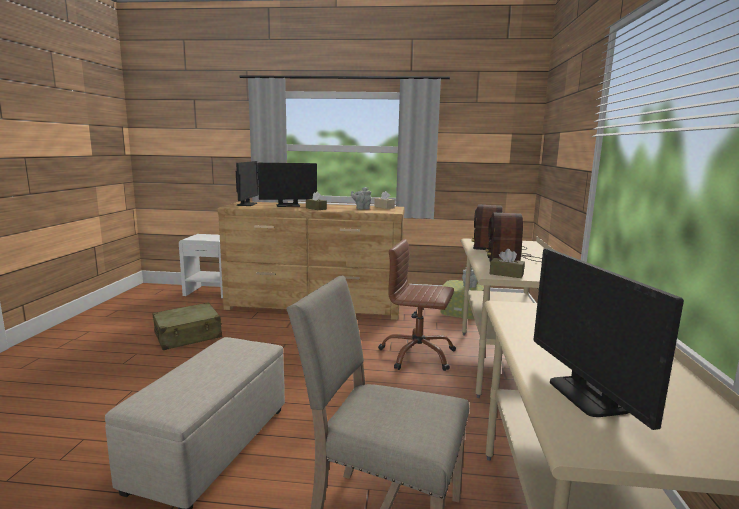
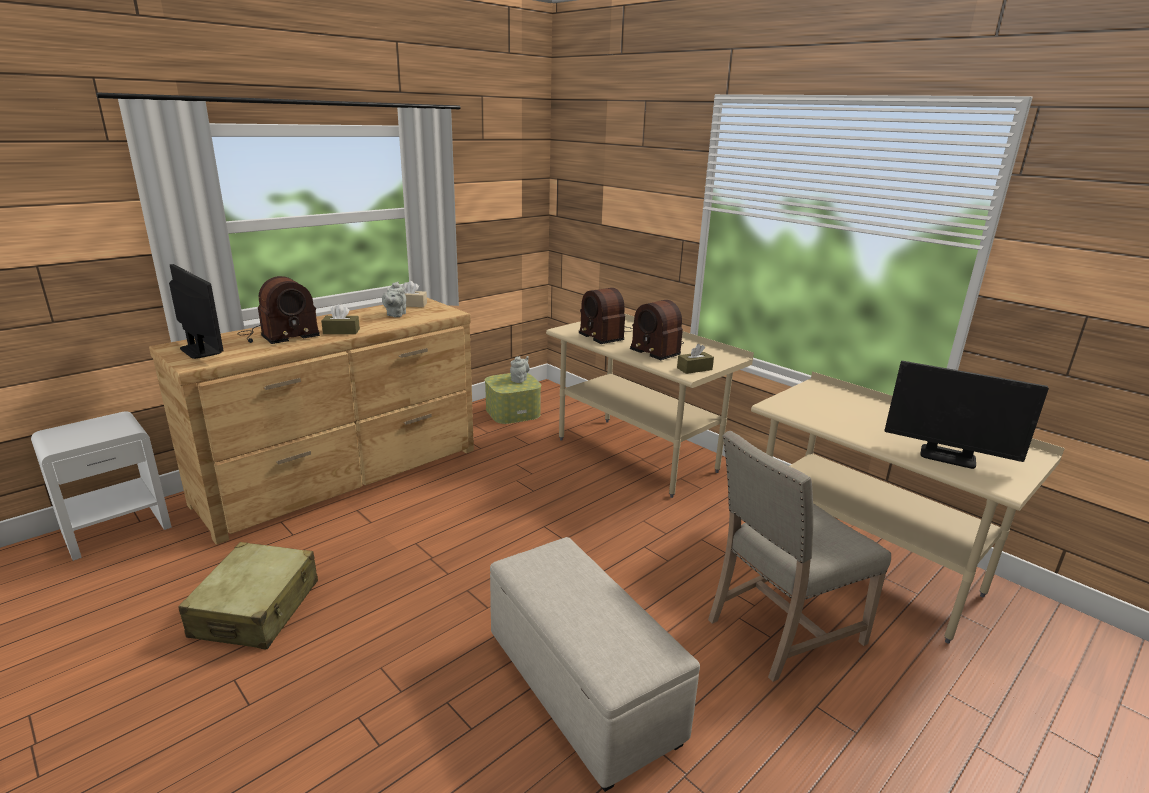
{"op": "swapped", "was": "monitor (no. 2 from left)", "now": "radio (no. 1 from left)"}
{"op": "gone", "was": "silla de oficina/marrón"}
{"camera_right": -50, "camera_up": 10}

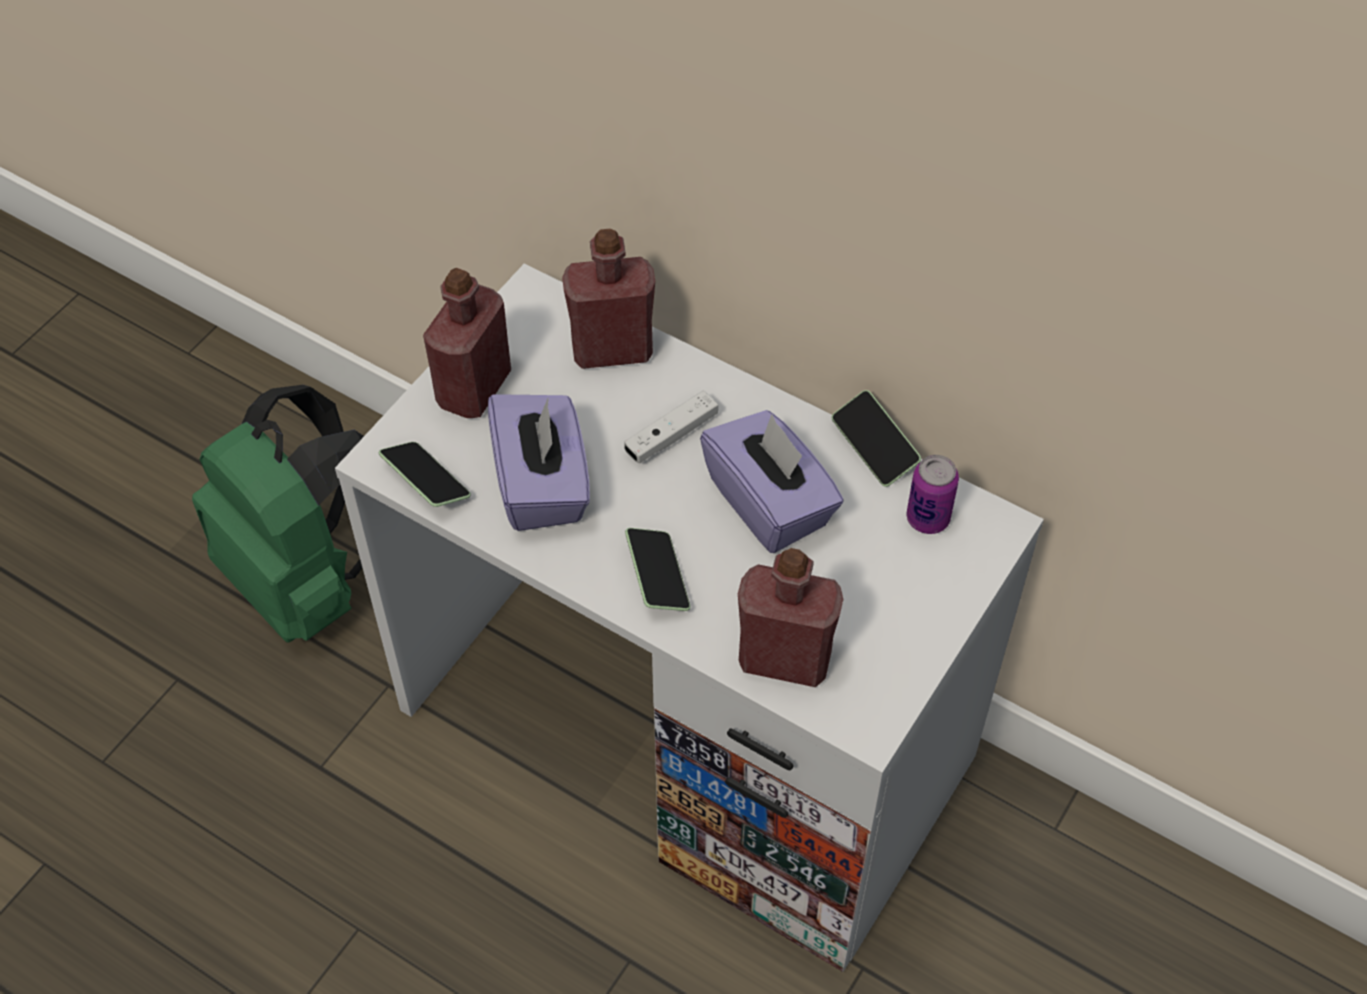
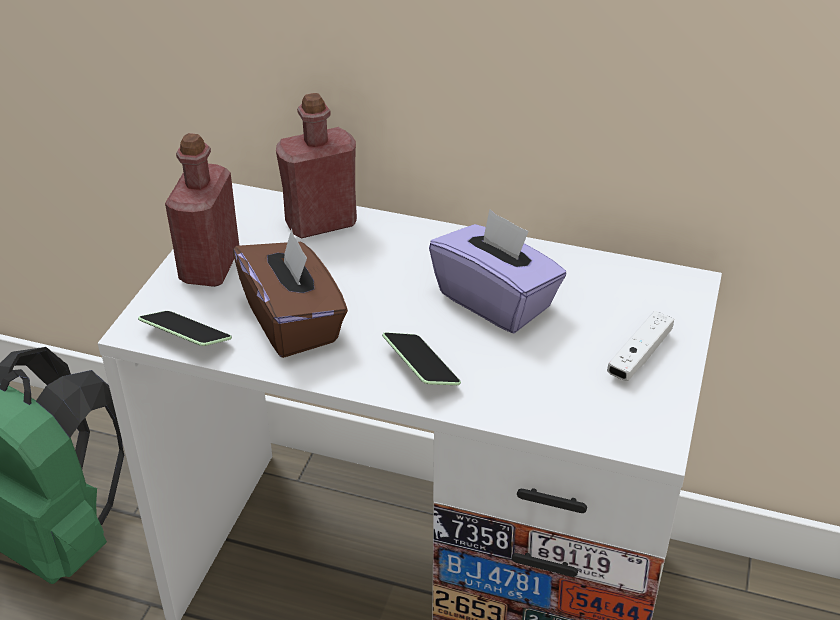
{"op": "repainted", "was": "caja de pañuelos/morado (no. 1 from left)", "now": "caja de pañuelos/marrón"}
{"op": "shifted", "was": "mando de consola/blanco"}
{"op": "gone", "was": "botella/rojo (no. 3 from left)"}
{"op": "gone", "was": "móvil (no. 3 from left)"}
{"op": "gone", "was": "lata"}
{"camera_right": -15, "camera_up": -15}

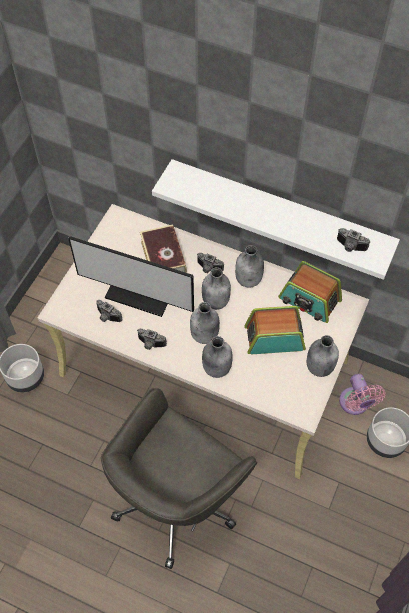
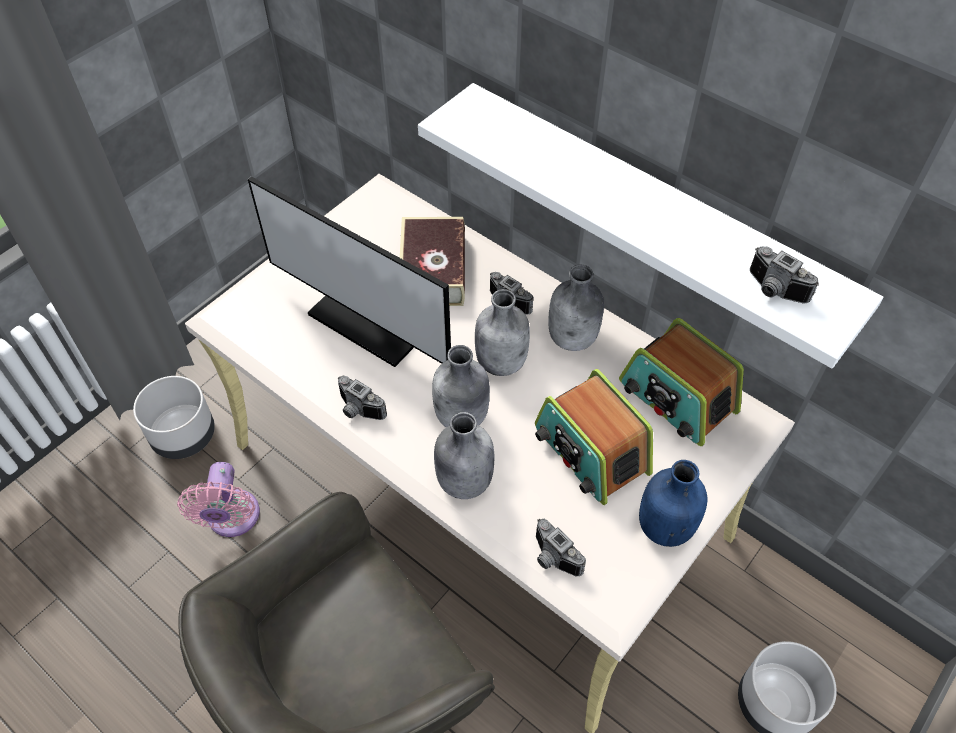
{"op": "shifted", "was": "cámara (no. 1 from left in the first image)", "now": "cámara (no. 3 from left)"}
{"op": "rotated", "was": "radio (no. 1 from left)", "clockwise": -135}
{"op": "repainted", "was": "botella/gris (no. 5 from left)", "now": "botella/azul"}
{"op": "shifted", "was": "ventilador/rosa"}
{"camera_right": 15, "camera_up": -5}

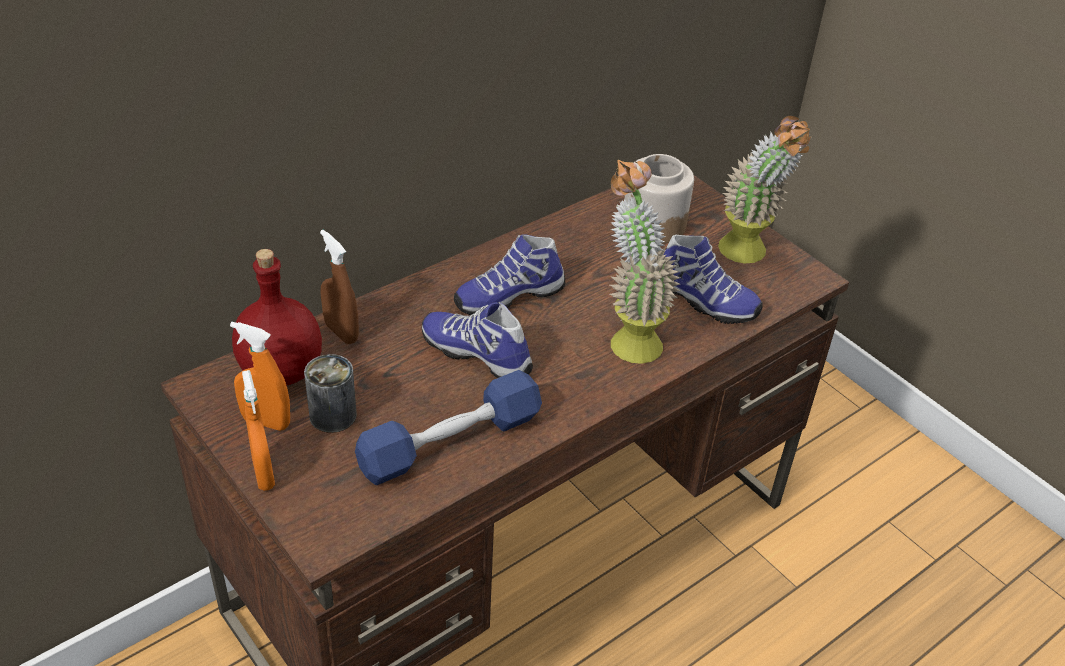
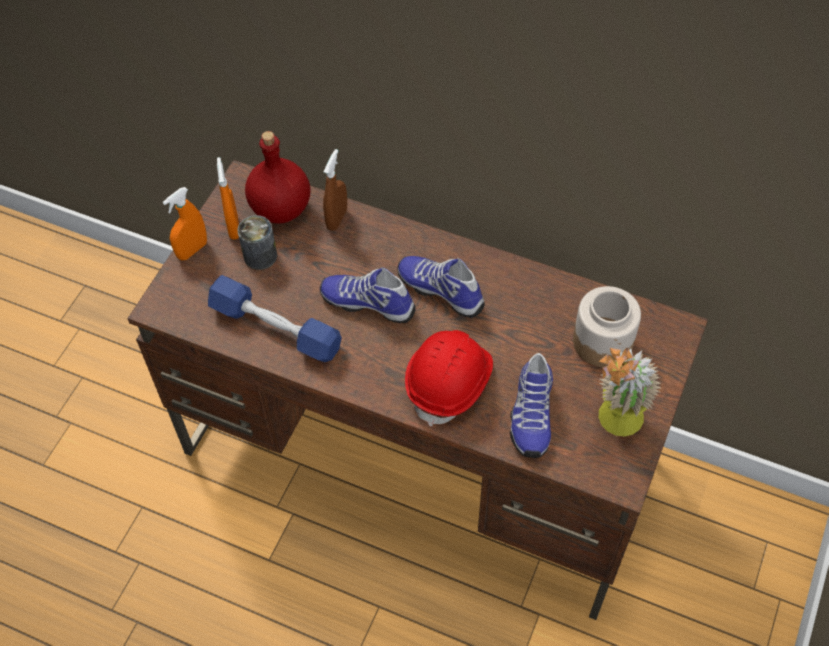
{"op": "rotated", "was": "zapato (no. 1 from left)", "clockwise": -75}
{"op": "swapped", "was": "planta en maceta (no. 1 from left)", "now": "casco/rojo"}
{"camera_right": 65, "camera_up": 15}

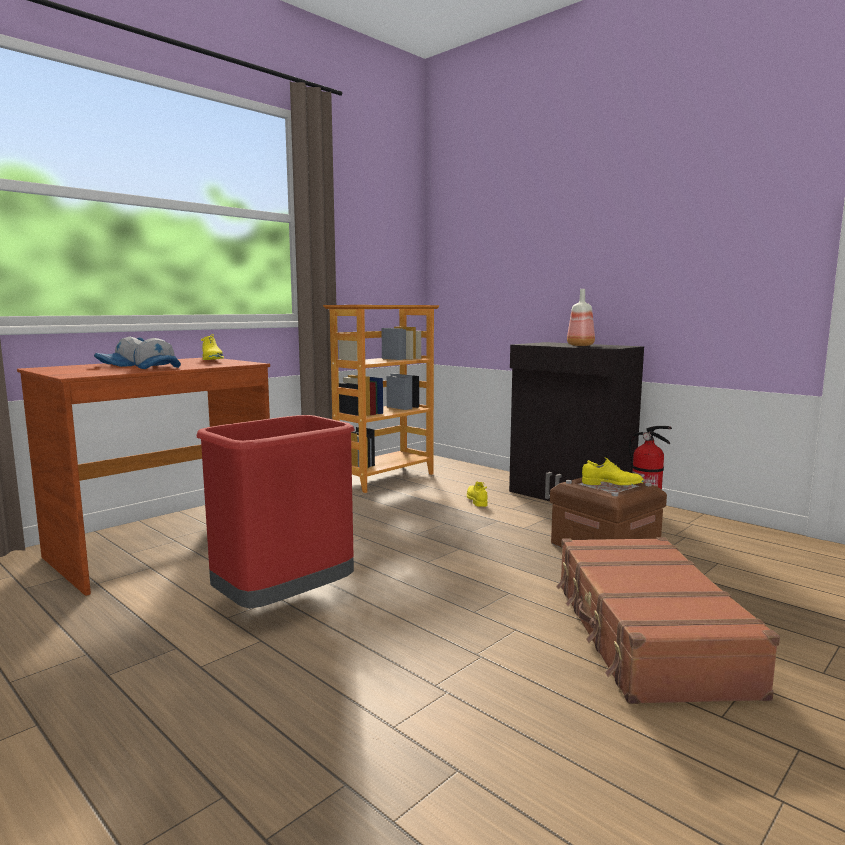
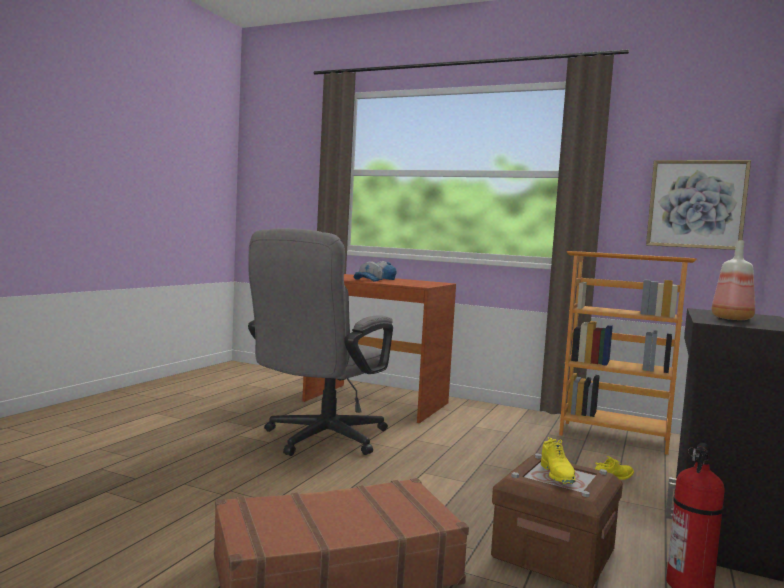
{"op": "swapped", "was": "papelera/rojo", "now": "silla de oficina/gris"}
{"op": "gone", "was": "zapato/amarillo (no. 1 from left)"}
{"op": "new", "now": "cuadro"}
{"camera_right": 70, "camera_up": -5}

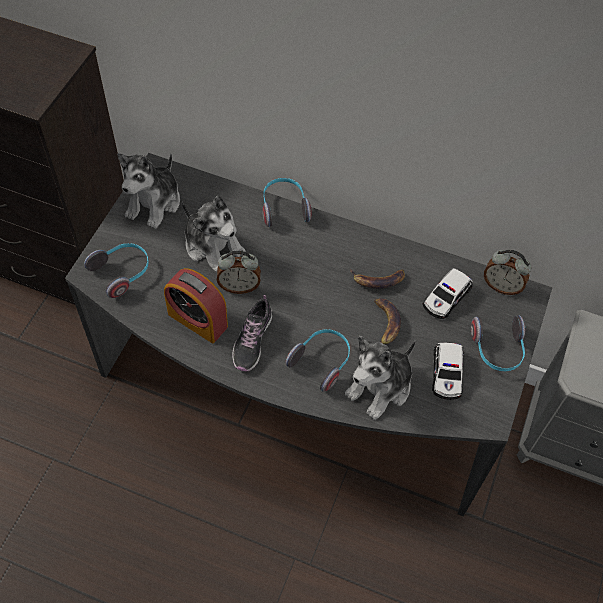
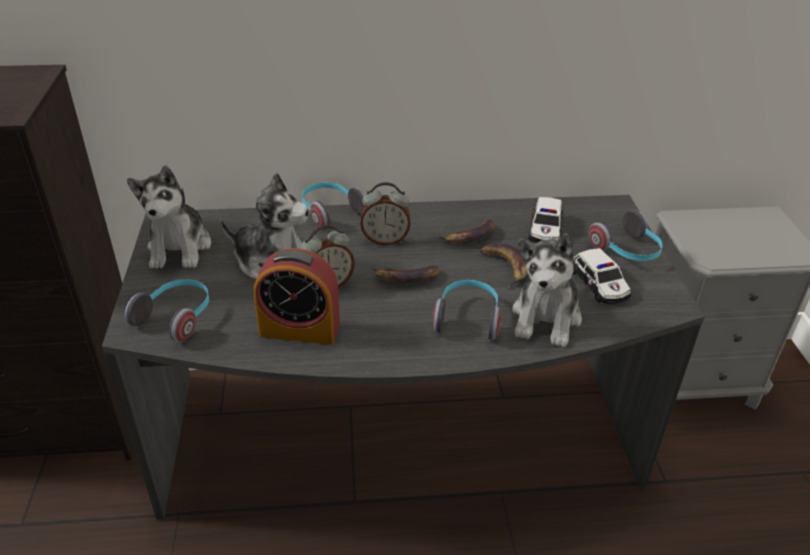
{"op": "gone", "was": "zapato"}
{"op": "shifted", "was": "despertador (no. 3 from left)"}
{"op": "new", "now": "plátano (no. 1 from left)"}
{"camera_right": -25, "camera_up": -20}

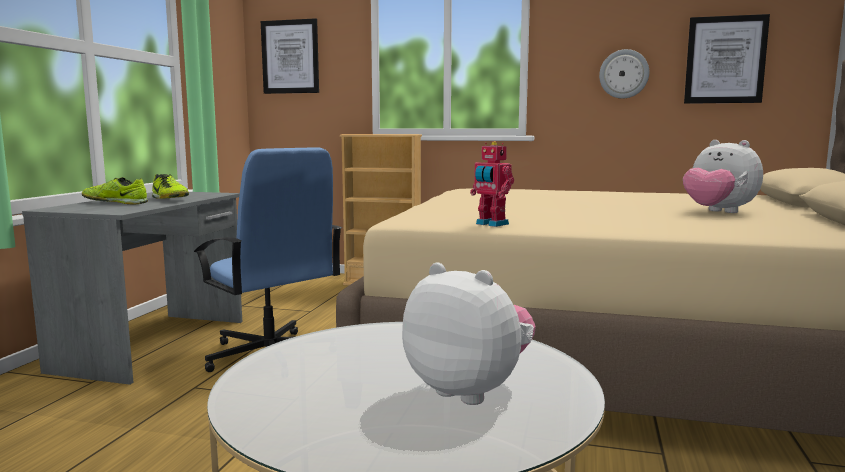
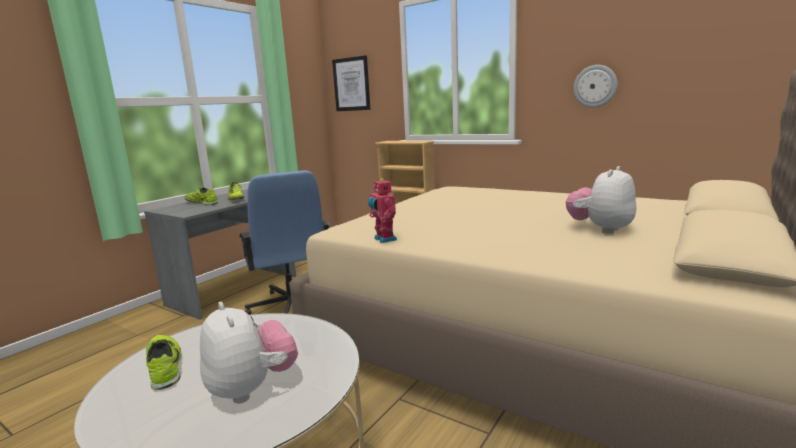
{"op": "rotated", "was": "peluche (no. 2 from left)", "clockwise": 60}
{"op": "gone", "was": "cuadro (no. 2 from left)"}
{"op": "new", "now": "zapato (no. 1 from left)"}
{"camera_right": 20, "camera_up": 5}

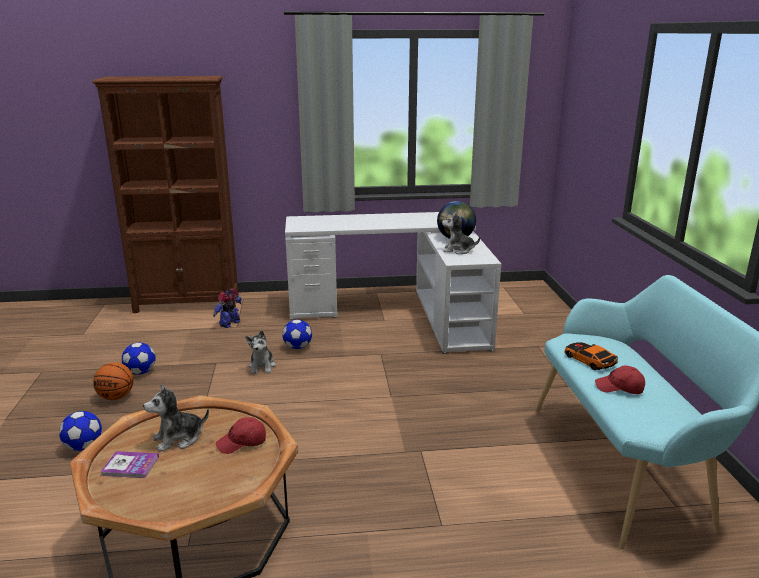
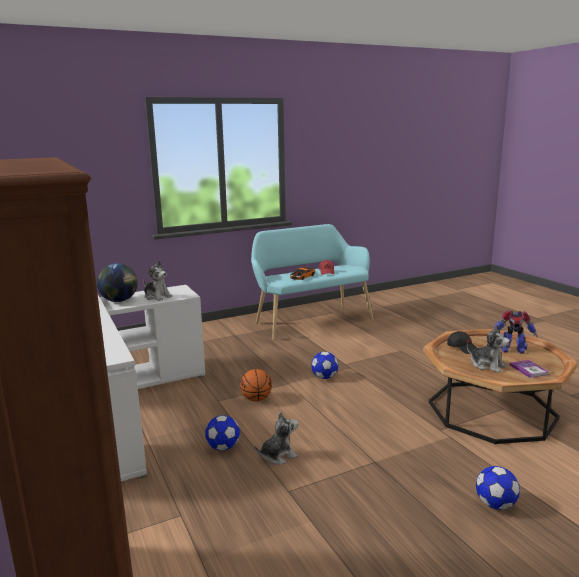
{"op": "shifted", "was": "balón de baloncesto"}
{"op": "shifted", "was": "balón de fútbol (no. 2 from left)"}
{"op": "shifted", "was": "robot de juguete"}
{"op": "repainted", "was": "gorra/rojo (no. 1 from left)", "now": "gorra/negro"}
{"op": "rotated", "was": "peluche (no. 3 from left in the first image)", "clockwise": -45}
{"camera_right": -110, "camera_up": -5}

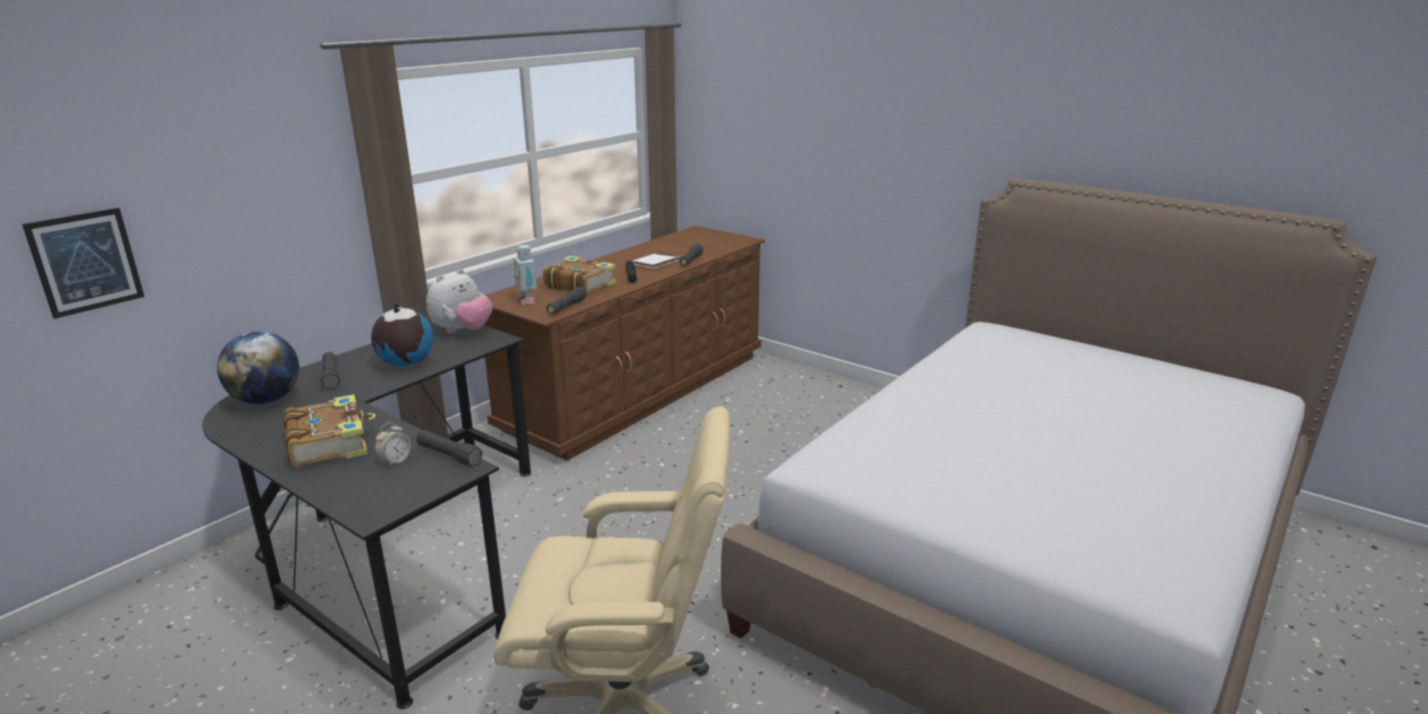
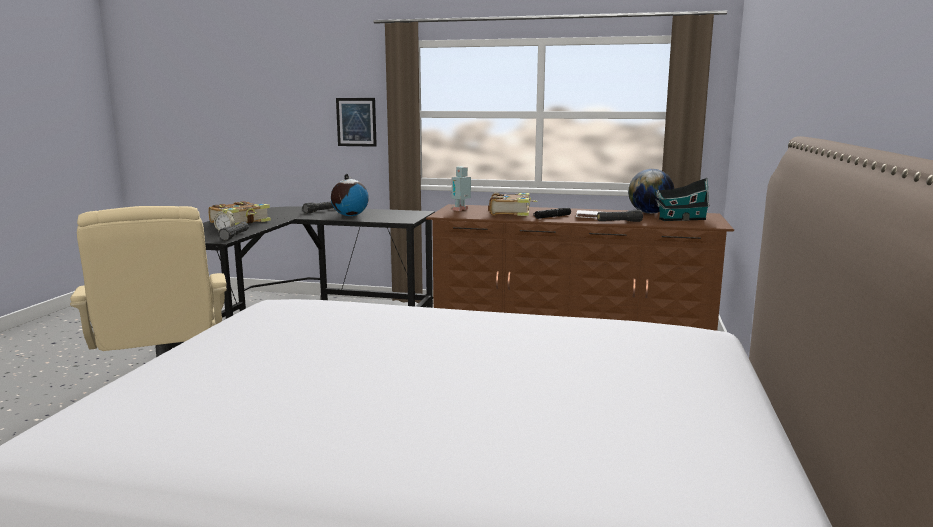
{"op": "shifted", "was": "cuadro"}
{"op": "shifted", "was": "globo terráqueo (no. 1 from left in the first image)", "now": "globo terráqueo (no. 2 from left)"}
{"op": "gone", "was": "peluche"}
{"op": "gone", "was": "linterna/negro (no. 3 from left)"}
{"op": "new", "now": "casita"}
{"camera_right": 65, "camera_up": -10}

